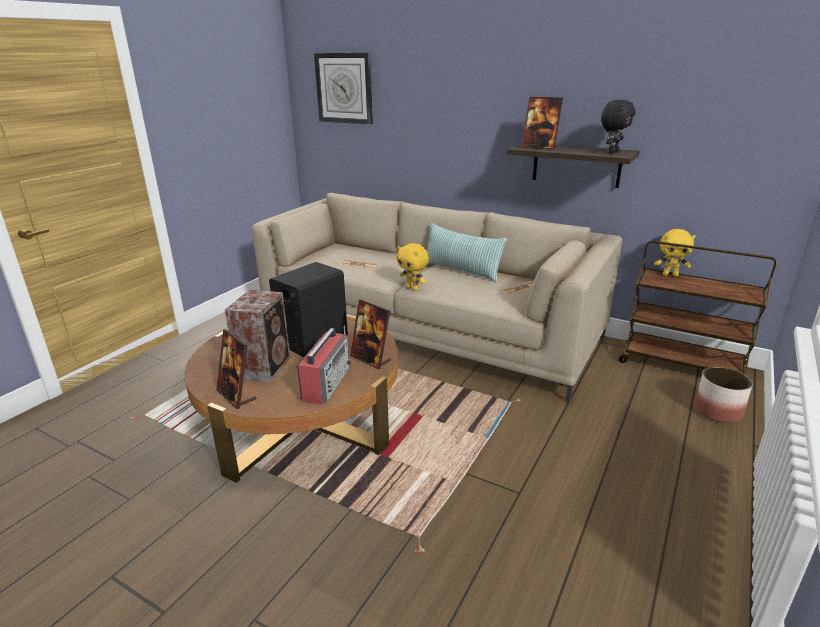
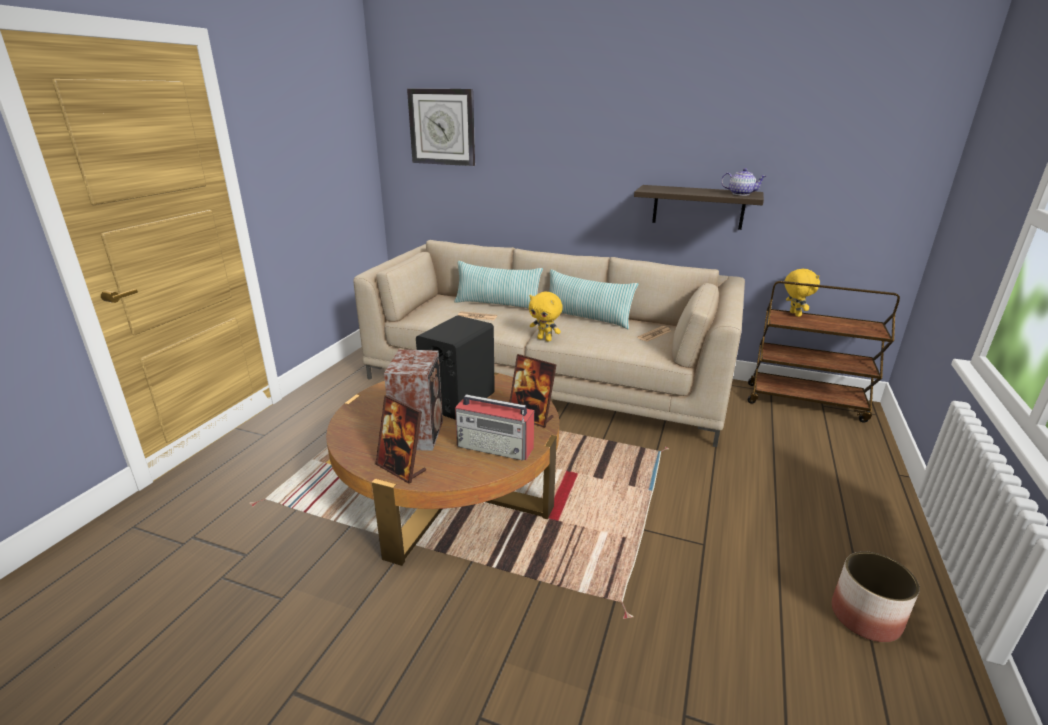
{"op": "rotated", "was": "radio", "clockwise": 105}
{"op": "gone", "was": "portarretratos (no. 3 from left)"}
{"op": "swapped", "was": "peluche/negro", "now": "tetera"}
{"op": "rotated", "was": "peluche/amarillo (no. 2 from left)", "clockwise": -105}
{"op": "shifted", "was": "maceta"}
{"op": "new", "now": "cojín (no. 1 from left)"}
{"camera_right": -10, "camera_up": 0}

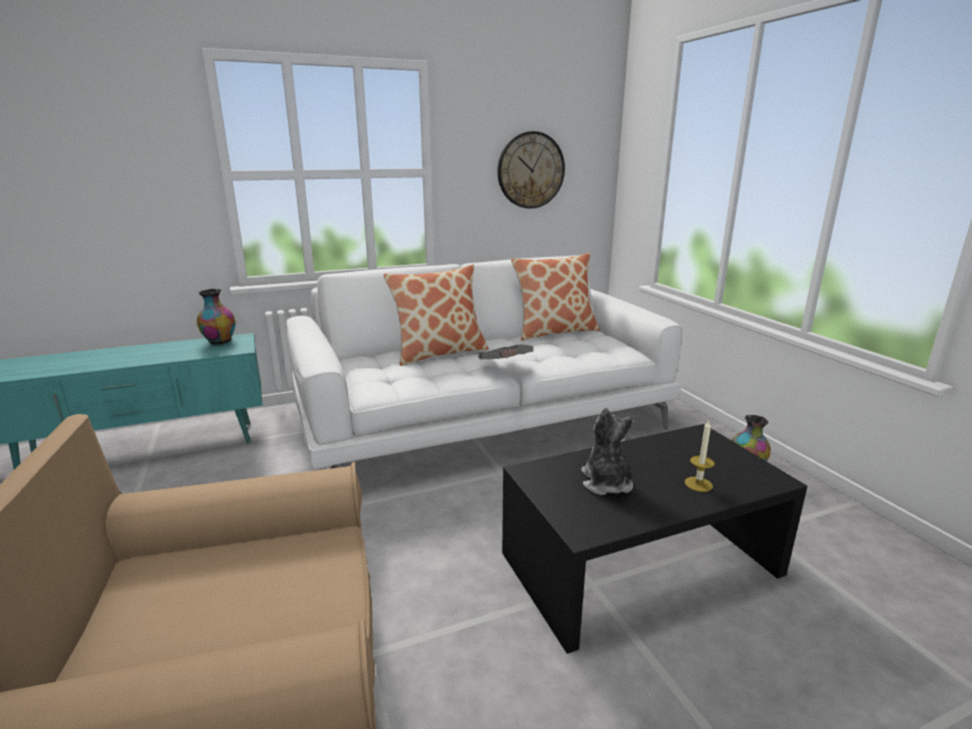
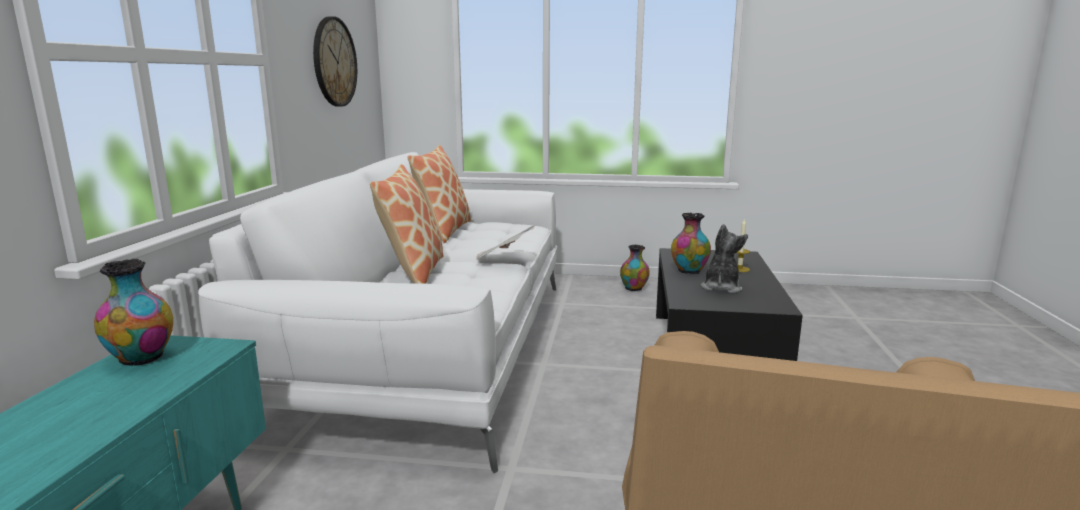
{"op": "rotated", "was": "peluche", "clockwise": 90}
{"op": "new", "now": "florero (no. 3 from left)"}
{"camera_right": -60, "camera_up": -5}

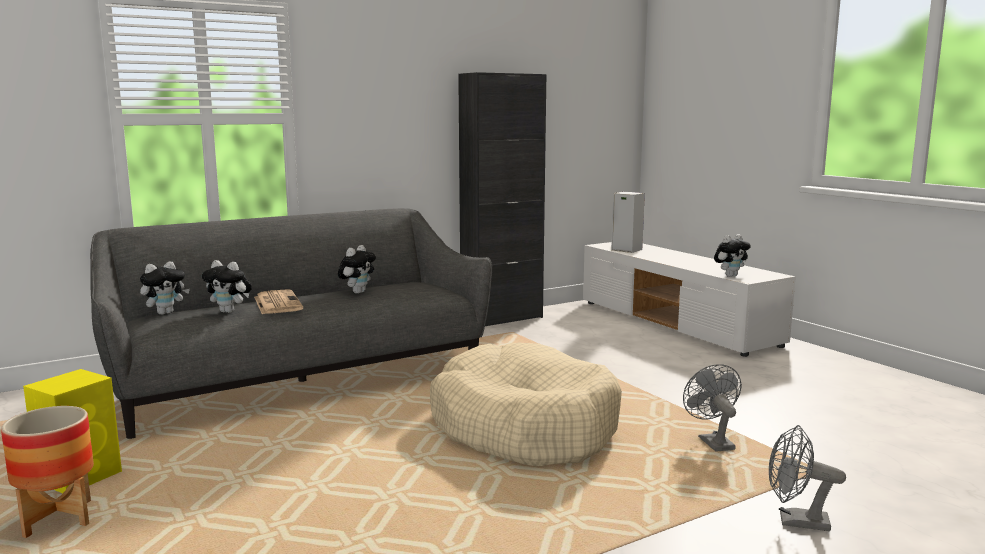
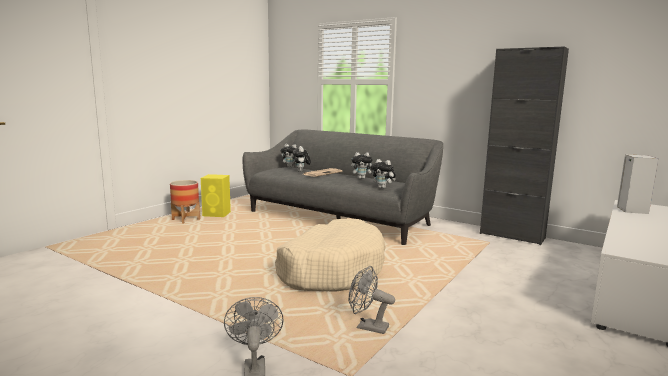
{"op": "rotated", "was": "ventilador/gris (no. 1 from left in the first image)", "clockwise": -120}
{"op": "shifted", "was": "peluche (no. 4 from left)"}
{"camera_right": 65, "camera_up": 0}

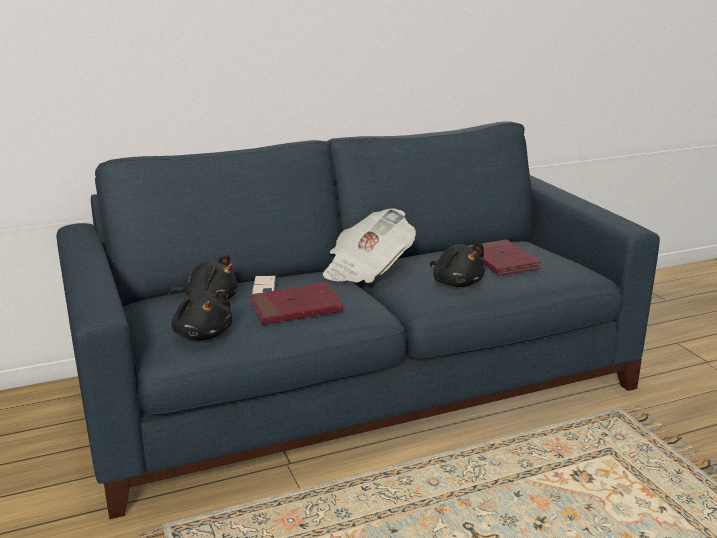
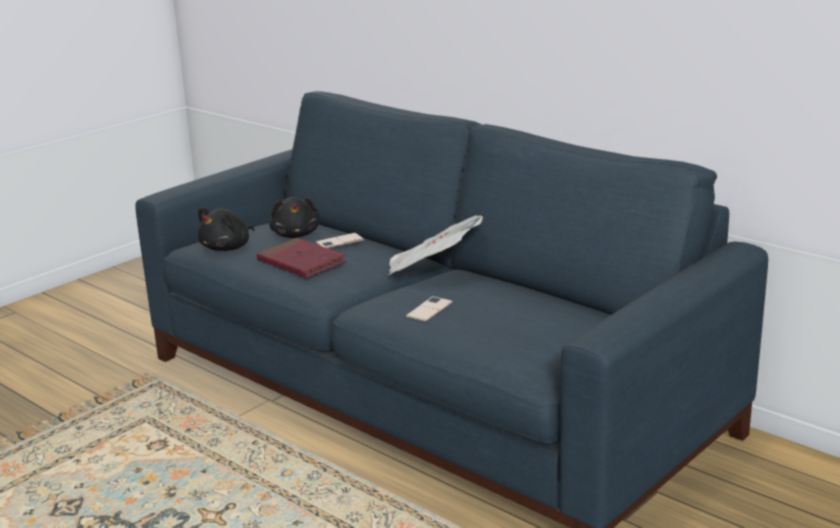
{"op": "swapped", "was": "peluche/negro (no. 3 from left)", "now": "móvil (no. 2 from left)"}
{"op": "gone", "was": "libro/rojo (no. 2 from left)"}
{"camera_right": 65, "camera_up": 0}

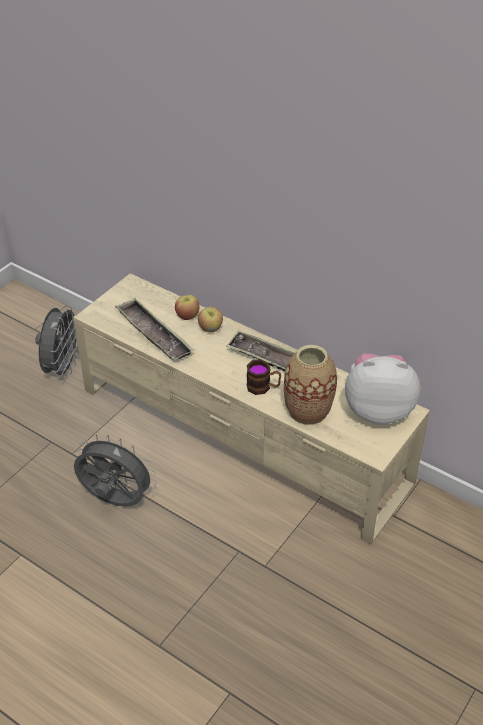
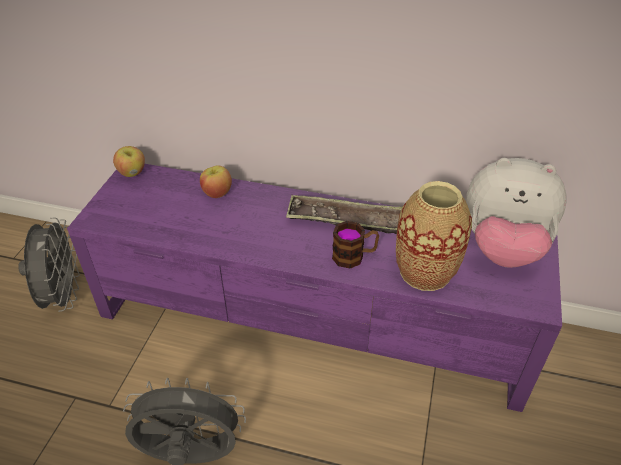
{"op": "repainted", "was": "mueble de televisión/beis", "now": "mueble de televisión/morado"}
{"op": "gone", "was": "bandeja (no. 1 from left)"}
{"op": "shifted", "was": "manzana (no. 2 from left in the first image)", "now": "manzana (no. 1 from left)"}
{"op": "rotated", "was": "peluche", "clockwise": -150}
{"camera_right": -20, "camera_up": 0}

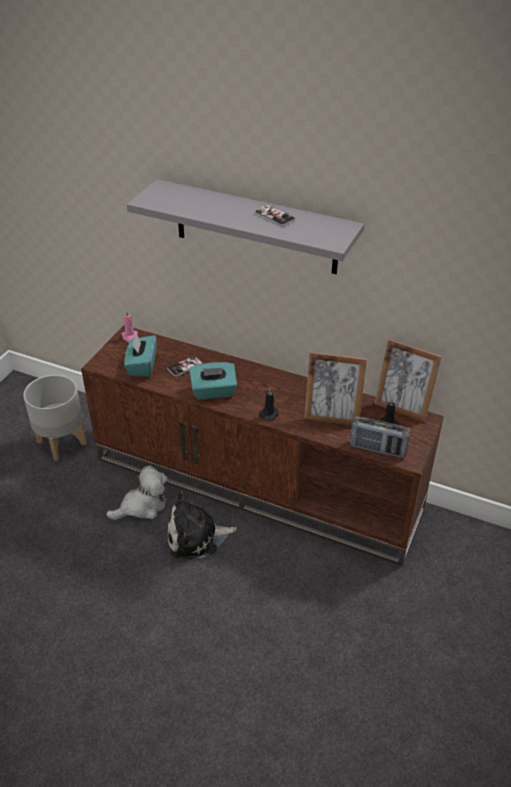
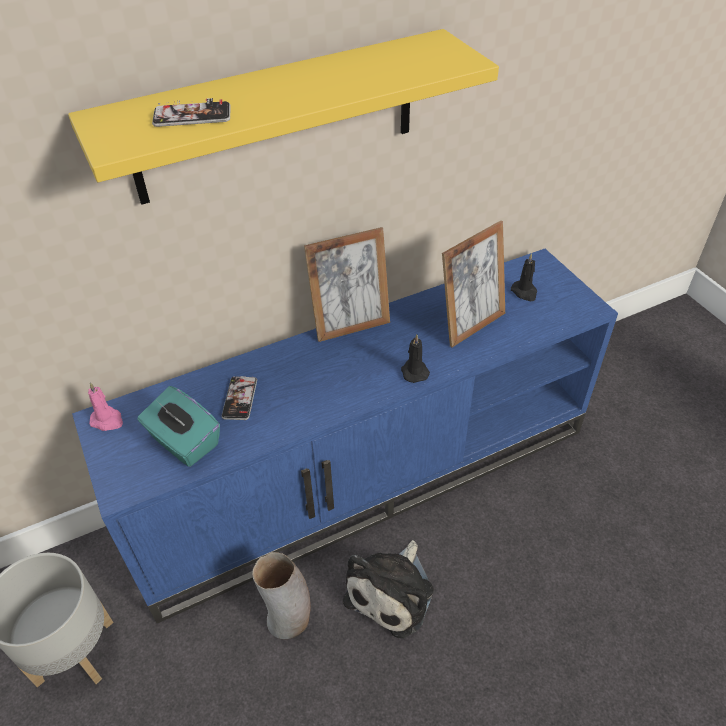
{"op": "repainted", "was": "mueble de televisión/marrón", "now": "mueble de televisión/azul"}
{"op": "swapped", "was": "peluche (no. 1 from left)", "now": "florero"}
{"op": "repainted", "was": "estante/gris", "now": "estante/amarillo"}
{"op": "gone", "was": "caja de pañuelos/turquesa (no. 2 from left)"}
{"op": "shifted", "was": "móvil (no. 2 from left in the first image)", "now": "móvil (no. 1 from left)"}
{"op": "gone", "was": "radio"}
{"op": "shifted", "was": "portarretratos (no. 2 from left in the first image)", "now": "portarretratos (no. 1 from left)"}
{"camera_right": -50, "camera_up": 5}

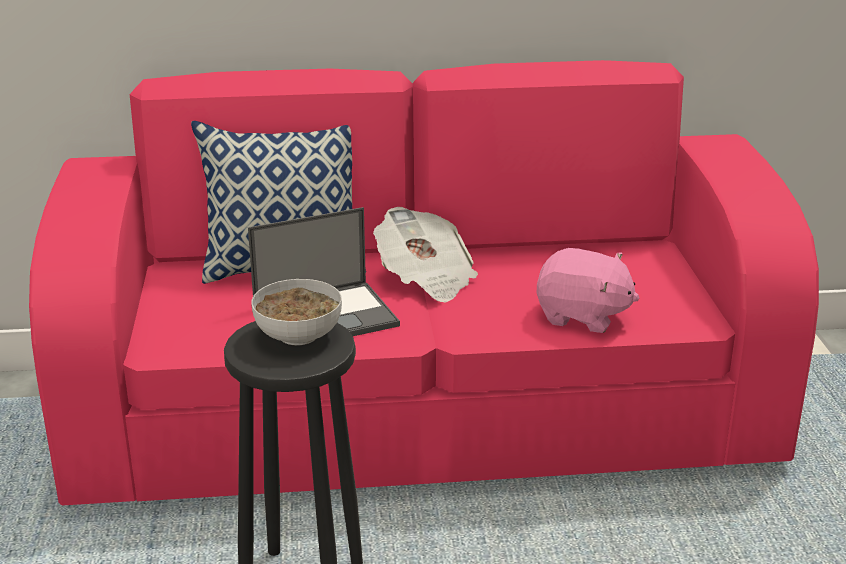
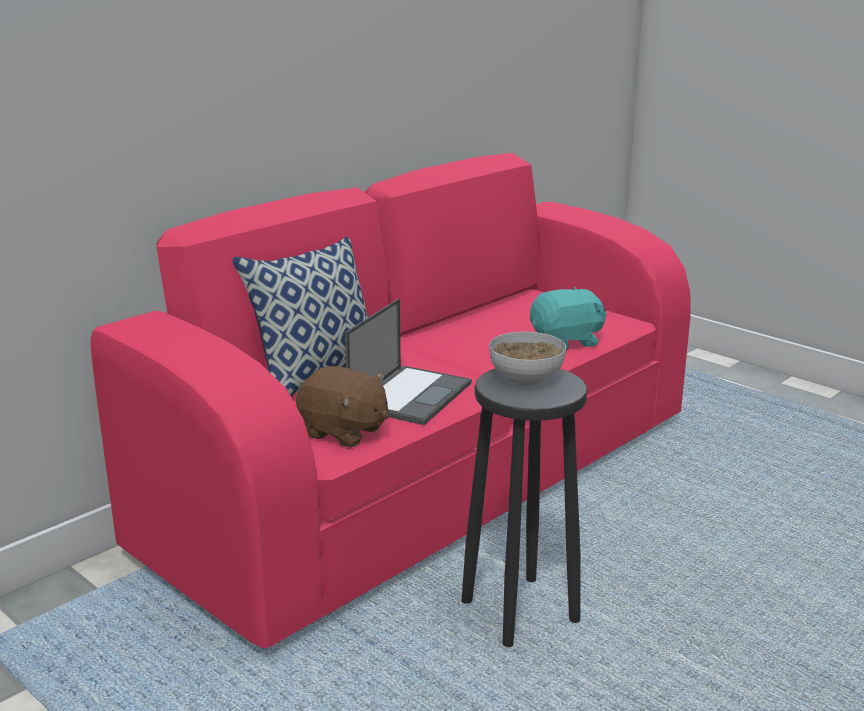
{"op": "gone", "was": "periódico"}
{"op": "repainted", "was": "peluche/rosa", "now": "peluche/turquesa"}
{"op": "new", "now": "peluche/marrón"}
{"camera_right": -40, "camera_up": -5}

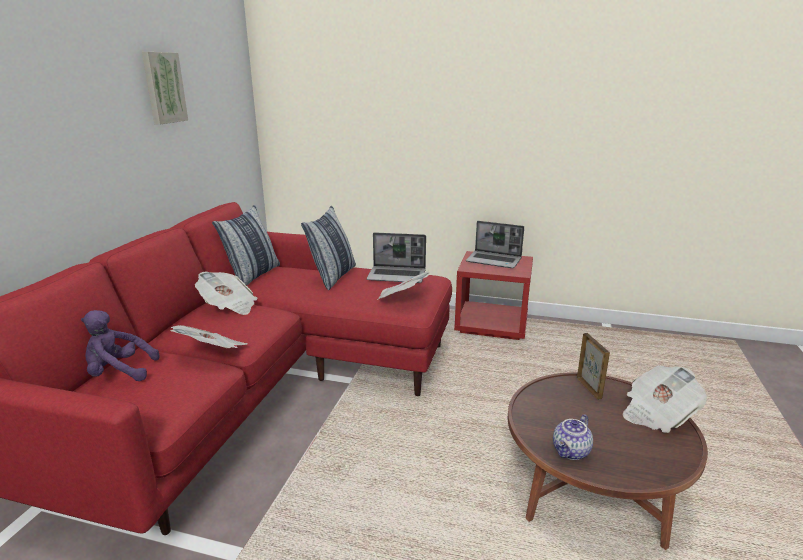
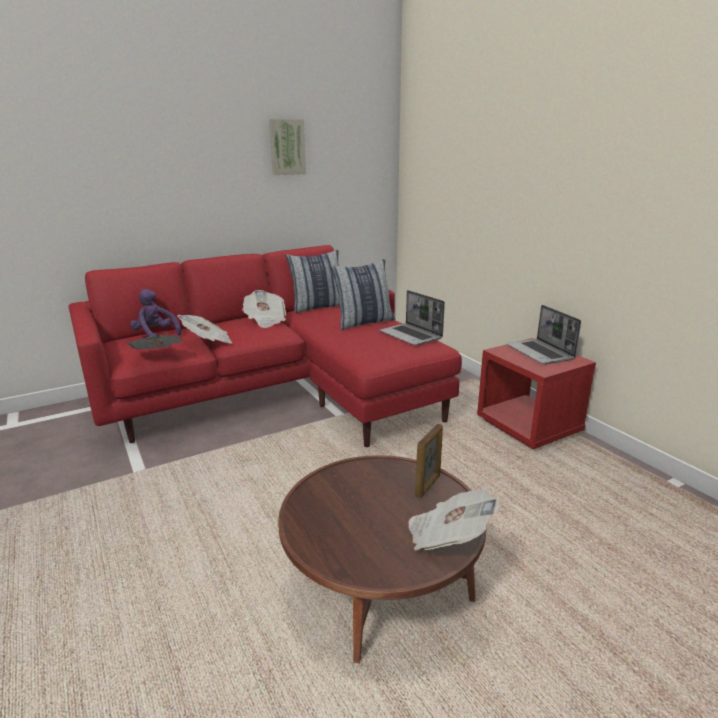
{"op": "shifted", "was": "periódico (no. 3 from left in the first image)", "now": "periódico (no. 1 from left)"}
{"op": "gone", "was": "tetera"}
{"camera_right": 45, "camera_up": 0}

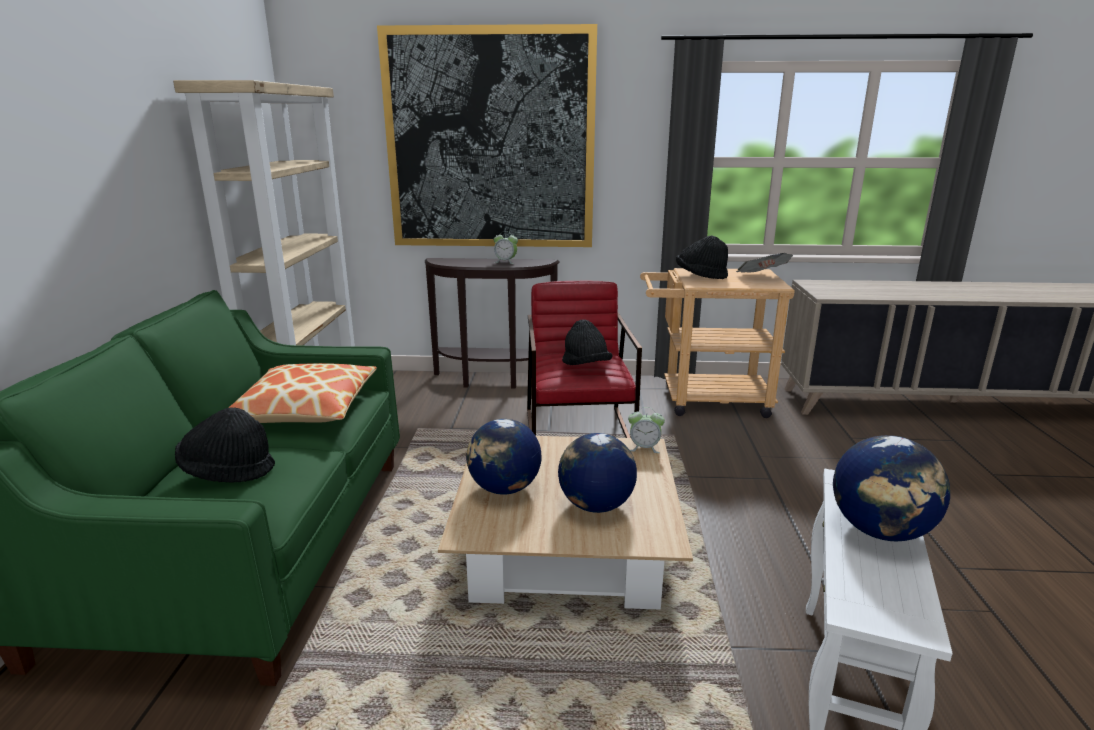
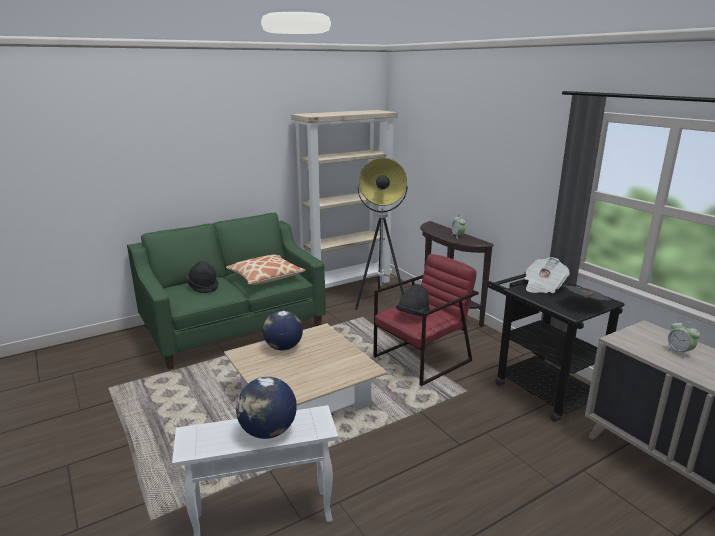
{"op": "gone", "was": "cuadro"}
{"op": "gone", "was": "globo terráqueo (no. 2 from left)"}
{"op": "shifted", "was": "despertador (no. 2 from left)"}
{"op": "repainted", "was": "carrito/beis", "now": "carrito/negro"}
{"op": "swapped", "was": "sombrero/negro (no. 3 from left)", "now": "periódico (no. 1 from left)"}
{"op": "new", "now": "lámpara de pie"}
{"camera_right": 55, "camera_up": 0}

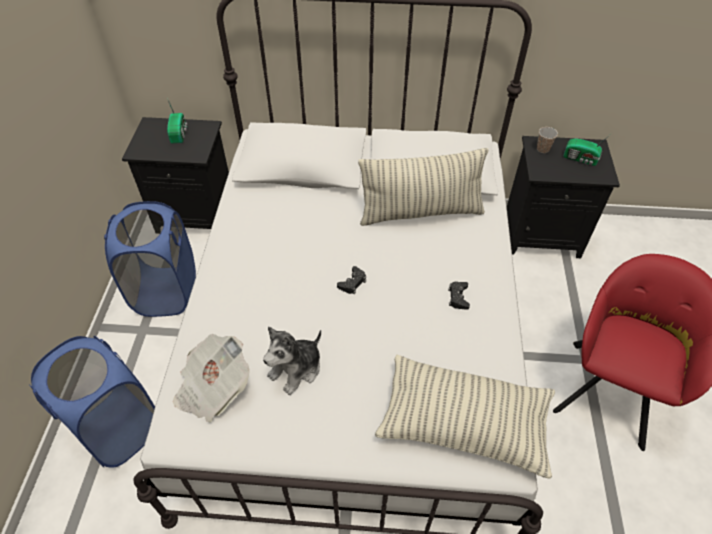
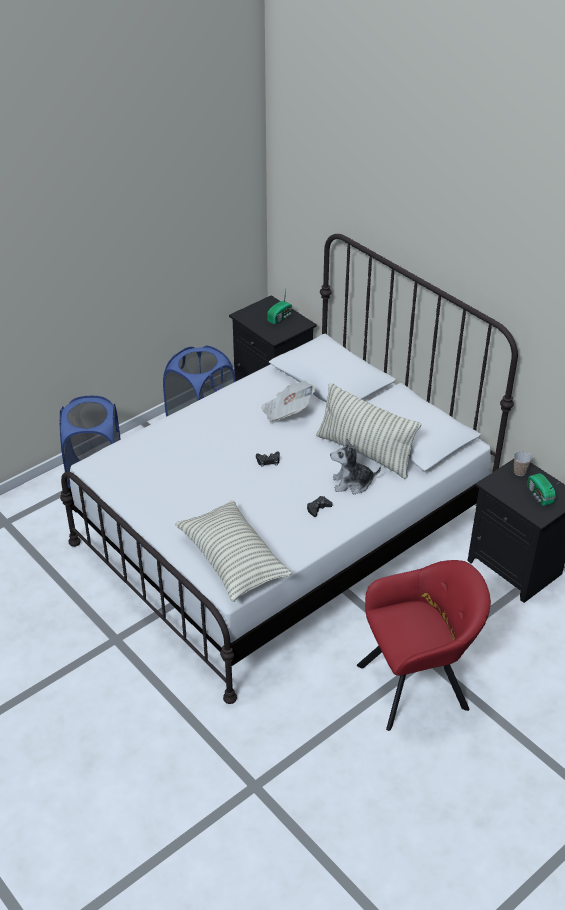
{"op": "shifted", "was": "periódico"}
{"op": "shifted", "was": "peluche"}
{"camera_right": 45, "camera_up": -10}

